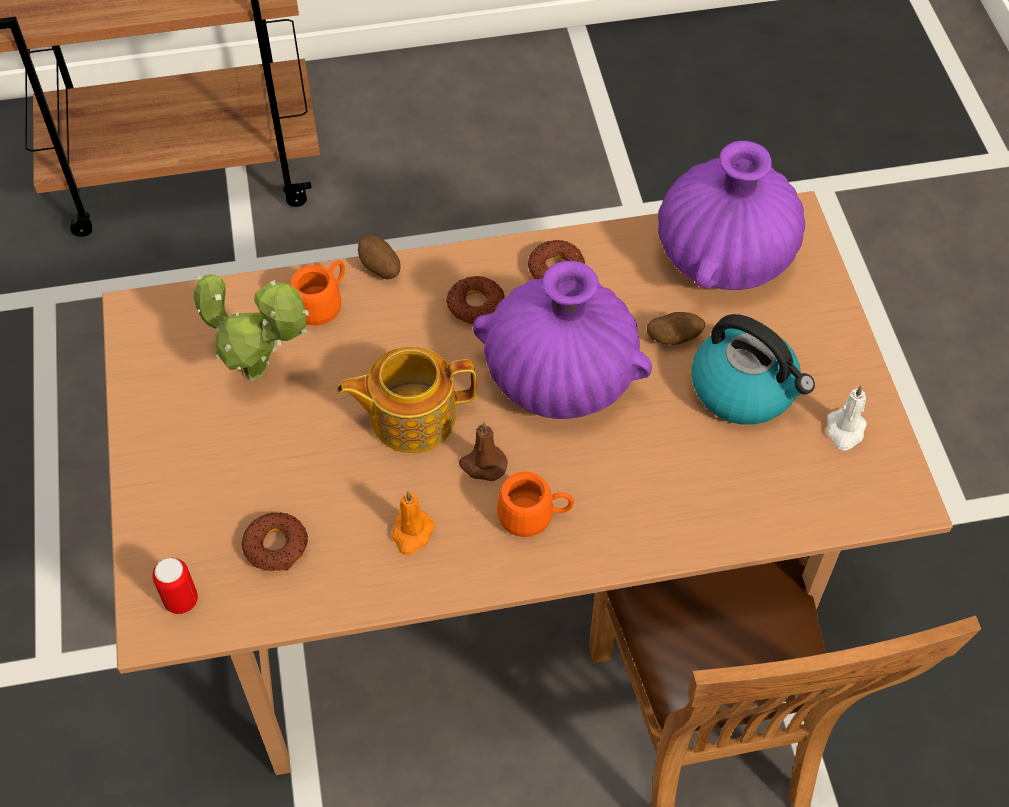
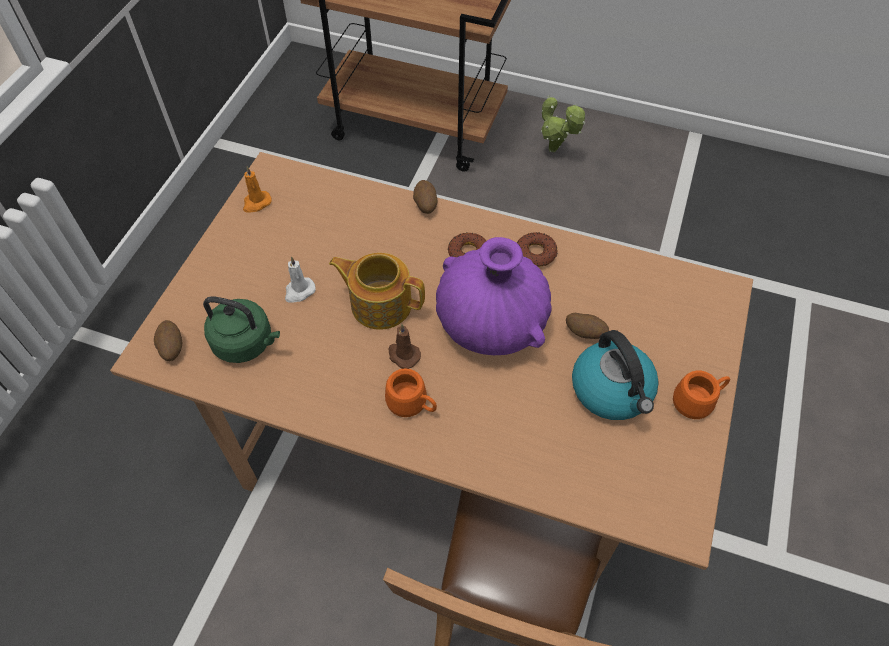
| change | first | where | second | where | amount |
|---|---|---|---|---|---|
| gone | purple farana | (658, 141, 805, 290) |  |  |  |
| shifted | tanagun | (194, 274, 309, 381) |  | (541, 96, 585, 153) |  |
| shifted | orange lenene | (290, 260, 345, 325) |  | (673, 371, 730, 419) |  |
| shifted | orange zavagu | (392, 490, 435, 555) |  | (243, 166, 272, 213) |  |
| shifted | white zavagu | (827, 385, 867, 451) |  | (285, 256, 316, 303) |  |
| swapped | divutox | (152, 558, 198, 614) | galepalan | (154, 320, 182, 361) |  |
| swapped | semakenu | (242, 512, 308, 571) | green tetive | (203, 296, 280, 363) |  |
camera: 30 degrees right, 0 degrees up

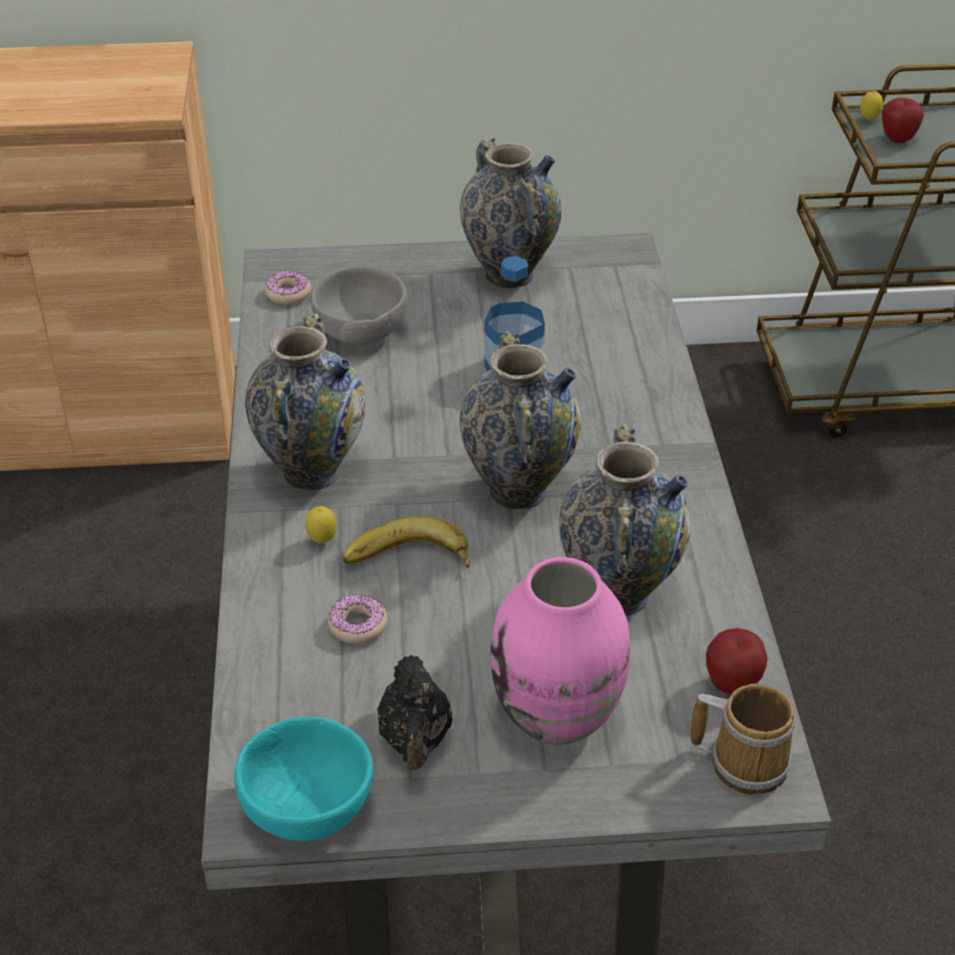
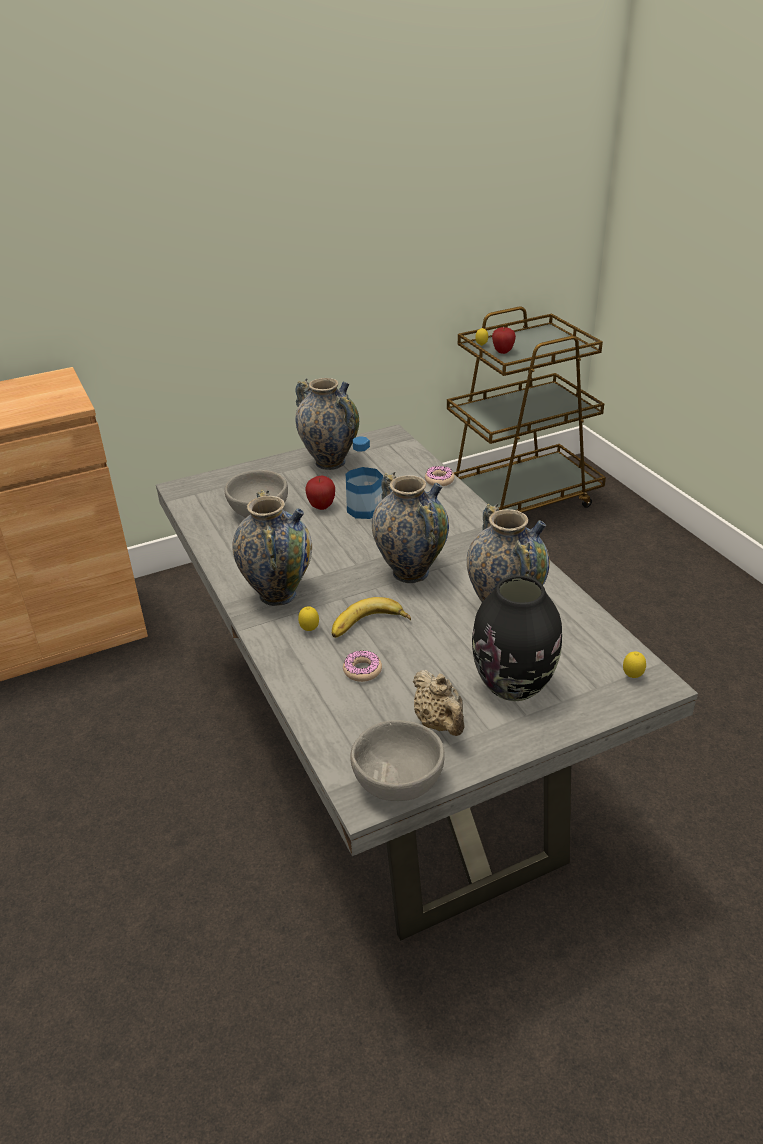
| change | first | where | second | where | amount |
|---|---|---|---|---|---|
| shifted | semakenu | (265, 270, 311, 305) |  | (425, 466, 455, 486) |  |
| shifted | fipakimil | (706, 628, 768, 695) |  | (305, 476, 335, 510) |  |
| swapped | lenene | (691, 684, 795, 795) | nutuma | (623, 651, 646, 678) |  |
| repainted | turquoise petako | (234, 716, 373, 841) | grey petako | (350, 720, 445, 801) |  |
| repainted | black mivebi | (377, 655, 452, 770) | beige mivebi | (413, 670, 465, 736) |  |
| repainted | pink farana | (490, 557, 630, 745) | black farana | (472, 575, 562, 701) |  |
camera: 20 degrees left, 5 degrees down

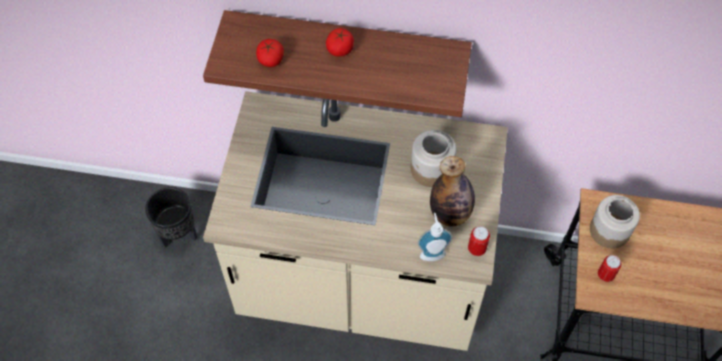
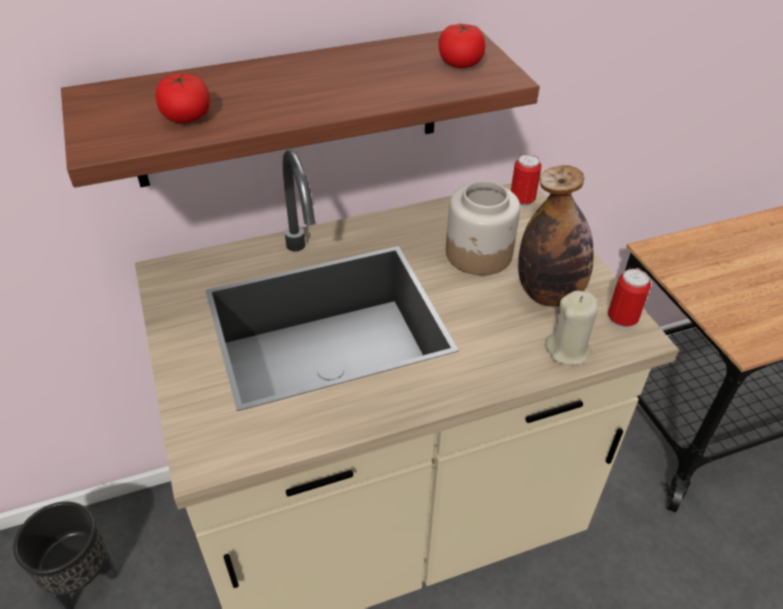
| change | first | where | second | where | amount |
|---|---|---|---|---|---|
| gone | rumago | (590, 195, 640, 249) |  |  |  |
| shifted | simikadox | (326, 28, 354, 57) |  | (439, 22, 485, 68) |  |
| shifted | divutox | (598, 255, 622, 282) |  | (511, 154, 542, 207) |  |
| swapped | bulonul | (418, 213, 453, 261) | beige zavagu | (545, 290, 599, 365) |  |
camera: 30 degrees left, 15 degrees down

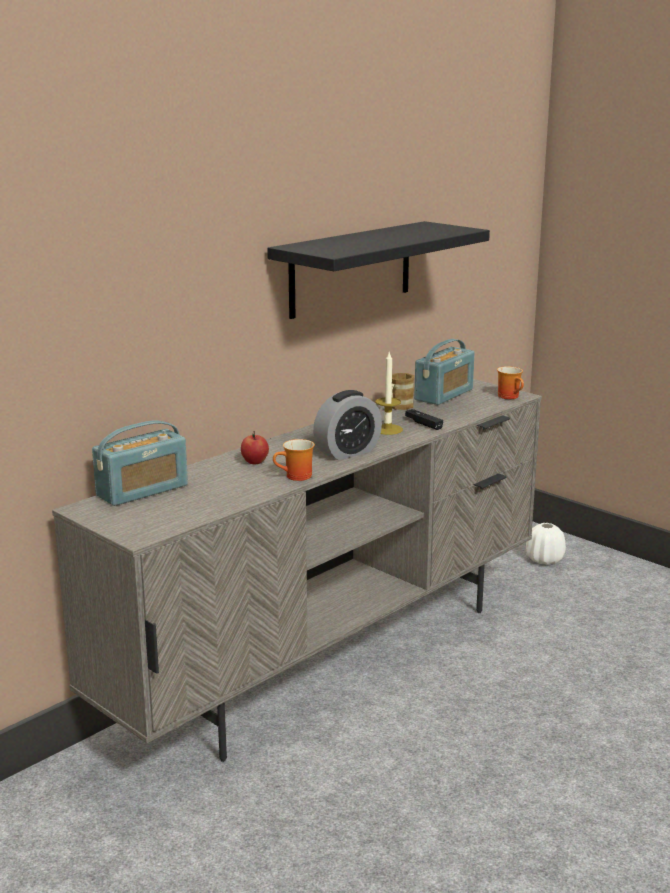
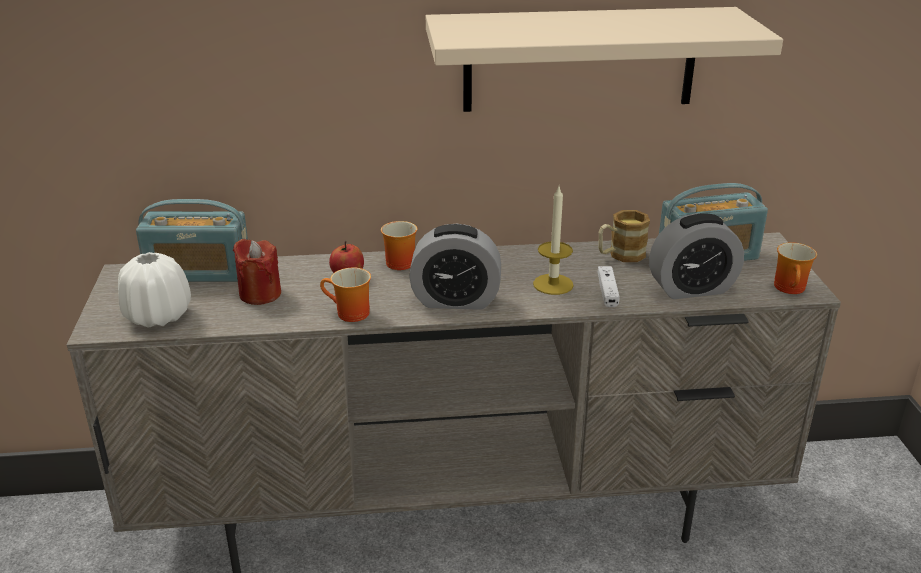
| change | first | where | second | where | amount |
|---|---|---|---|---|---|
| new |  |  | red zavagu | (233, 239, 281, 305) |  |
| new |  |  | lenene | (381, 221, 417, 270) |  |
| new |  |  | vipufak | (649, 213, 744, 299) |  |
| shifted | white farana | (526, 523, 566, 565) |  | (118, 252, 191, 328) |  |
| repainted | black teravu | (267, 221, 490, 319) | beige teravu | (426, 7, 783, 112) |  |
| repainted | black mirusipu | (405, 409, 443, 430) | white mirusipu | (597, 266, 620, 307) |  |
camera: 40 degrees right, 10 degrees up

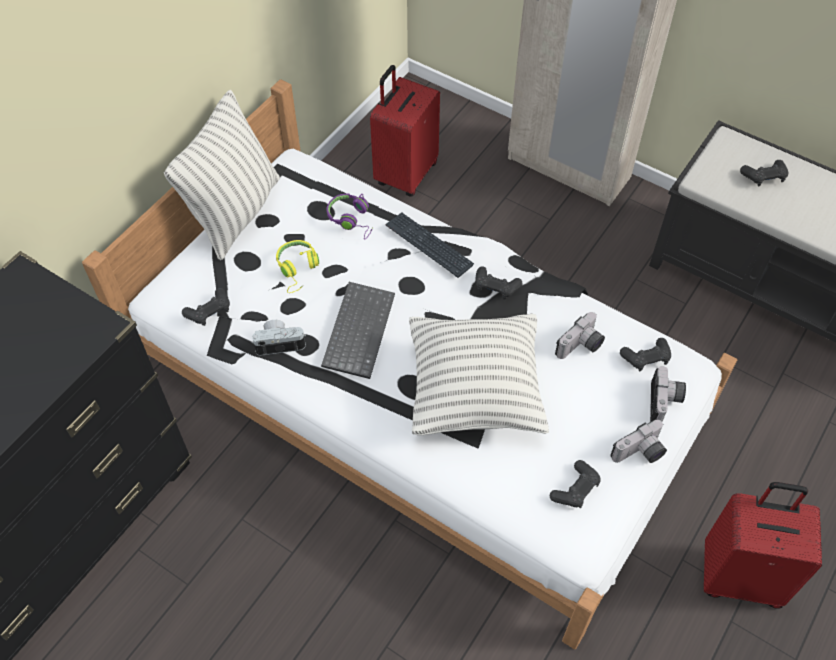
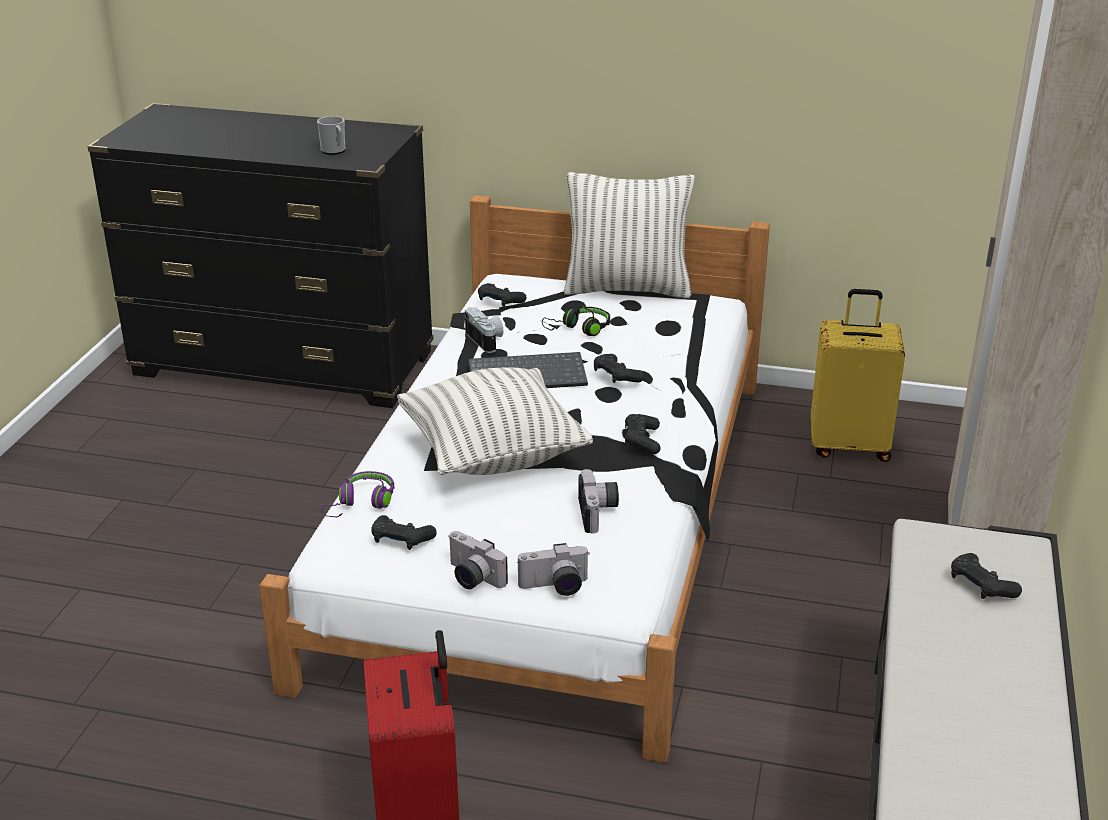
| change | first | where | second | where | amount |
|---|---|---|---|---|---|
| gone | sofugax | (385, 212, 474, 278) |  |  |  |
| new |  |  | lenene | (317, 116, 345, 155) |  |
| shifted | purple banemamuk | (326, 194, 373, 240) |  | (321, 471, 394, 517) |  |
| shifted | black mirusipu | (620, 338, 671, 371) |  | (594, 354, 644, 383) |  |
| repainted | yellow banemamuk | (276, 240, 319, 293) | black banemamuk | (542, 305, 610, 336) |  |
| repainted | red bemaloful | (370, 65, 440, 197) | yellow bemaloful | (811, 289, 905, 462) |  |
| rotated | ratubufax | (555, 312, 605, 359) |  | (578, 469, 619, 533) | 120 degrees counterclockwise |
camera: 70 degrees right, 25 degrees down

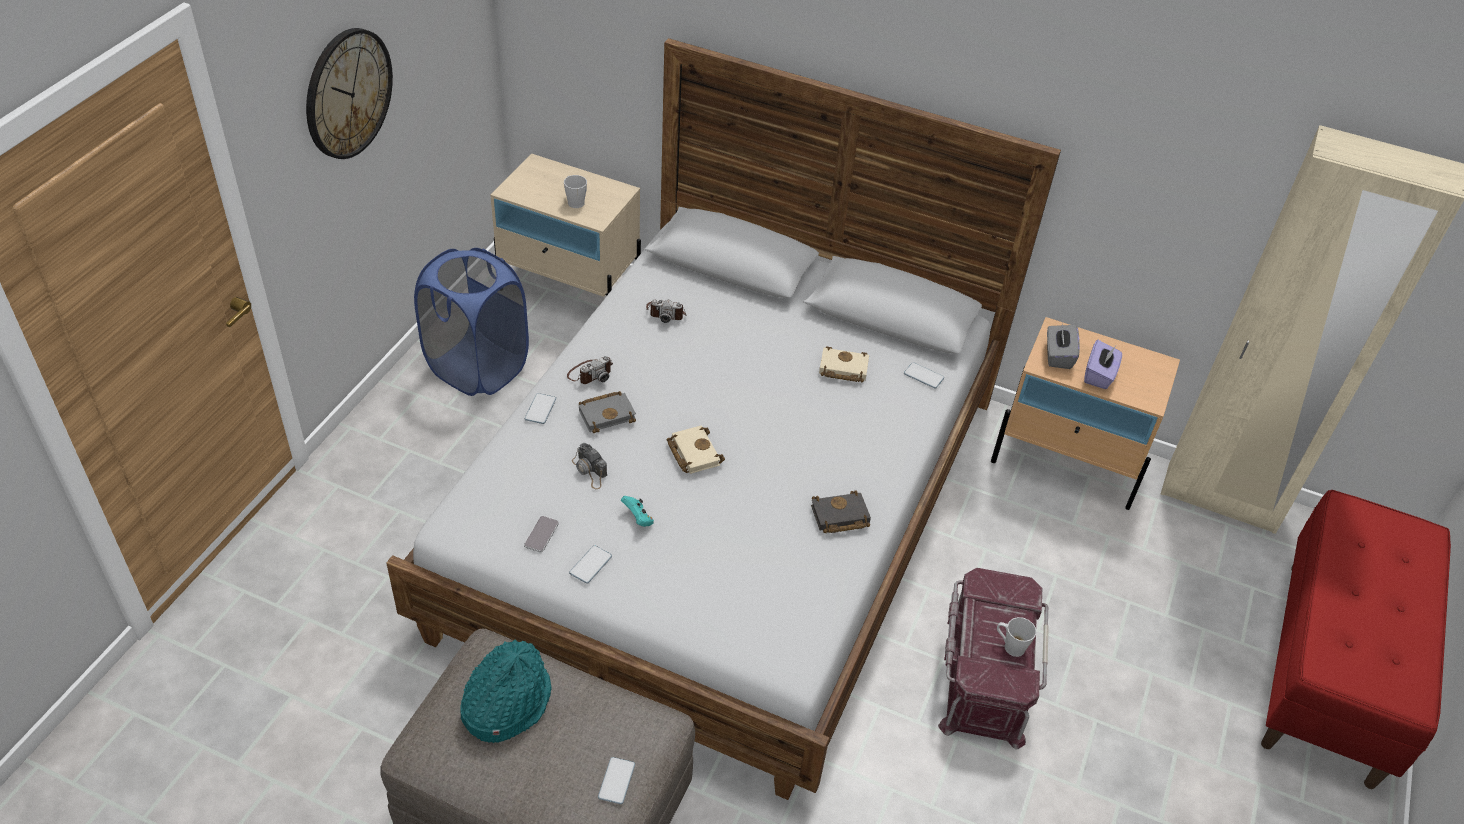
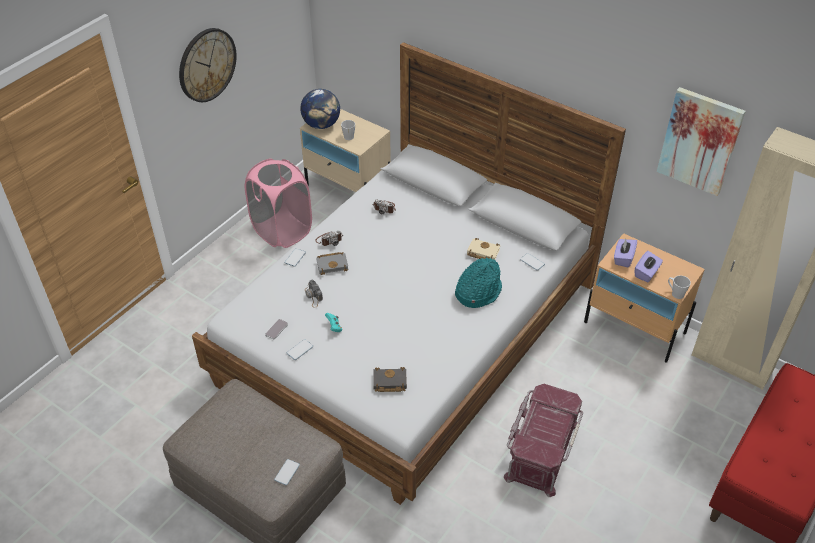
| change | first | where | second | where | amount |
|---|---|---|---|---|---|
| gone | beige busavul | (667, 425, 725, 474) |  |  |  |
| new |  |  | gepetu | (300, 89, 340, 129) |  |
| new |  |  | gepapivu | (657, 87, 746, 196) |  |
| shifted | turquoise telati | (460, 640, 552, 743) |  | (455, 258, 502, 308) |  |
| shifted | black busavul | (811, 490, 871, 533) |  | (373, 367, 407, 392) |  |
| shifted | grey lenene | (997, 617, 1037, 657) |  | (668, 275, 691, 299) |  |
| repainted | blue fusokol | (414, 248, 529, 396) | pink fusokol | (245, 159, 312, 248) |  |
| repainted | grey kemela | (1047, 323, 1080, 369) | purple kemela | (614, 238, 637, 267) |  |
camera: 15 degrees right, 0 degrees up

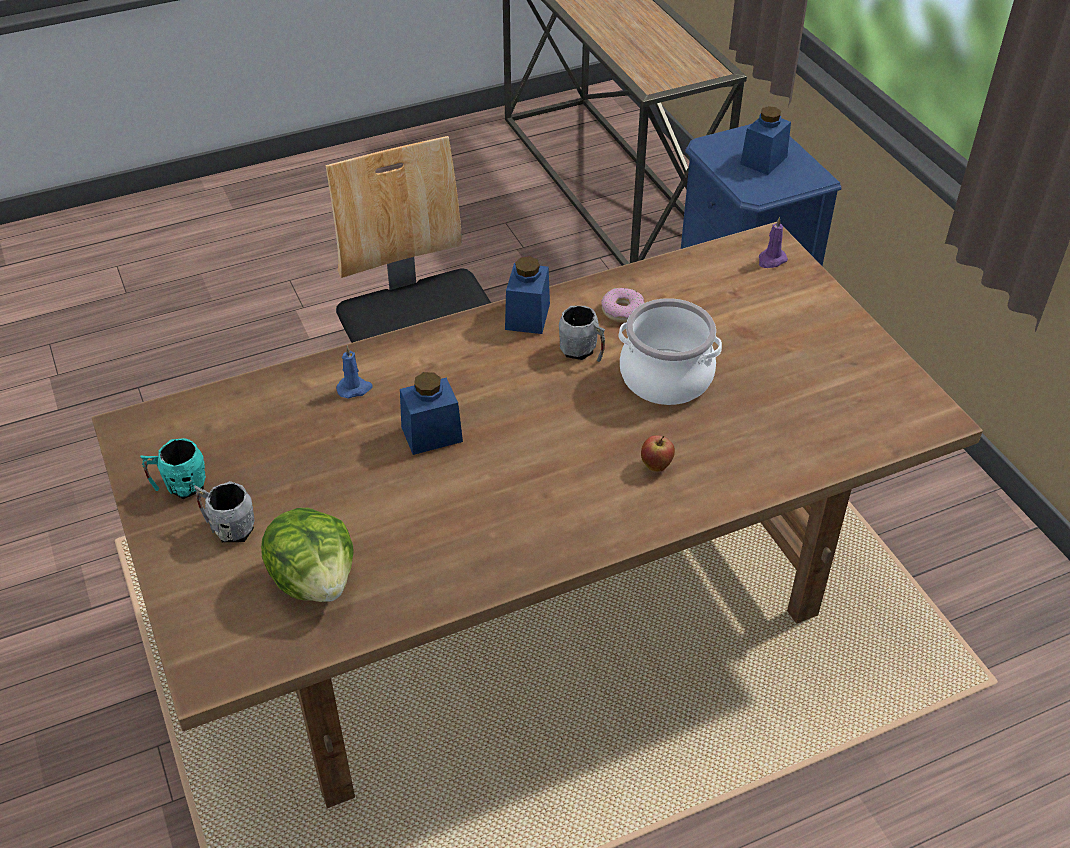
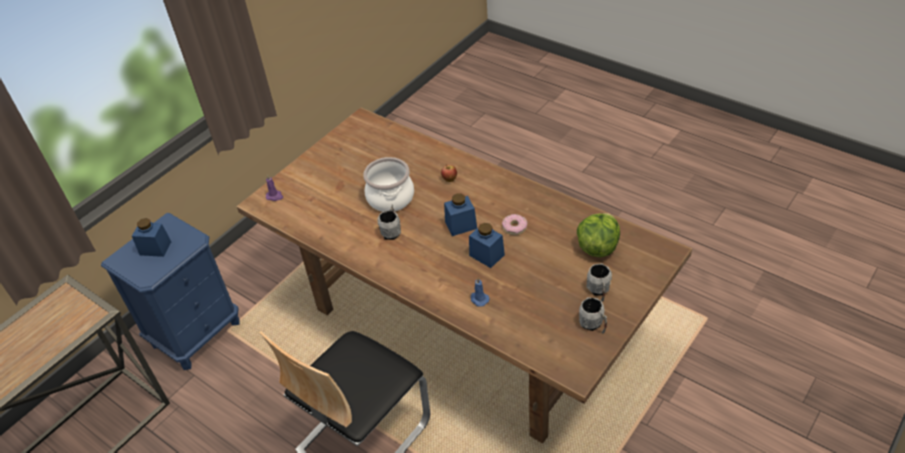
| change | first | where | second | where | amount |
|---|---|---|---|---|---|
| shifted | blue rumago | (505, 256, 550, 334) |  | (444, 194, 477, 236) |  |
| shifted | semakenu | (601, 288, 644, 323) |  | (502, 214, 528, 235) |  |
| repainted | turquoise lenene | (140, 438, 206, 499) | grey lenene | (579, 297, 607, 334) |  |
camera: 115 degrees left, 0 degrees up

